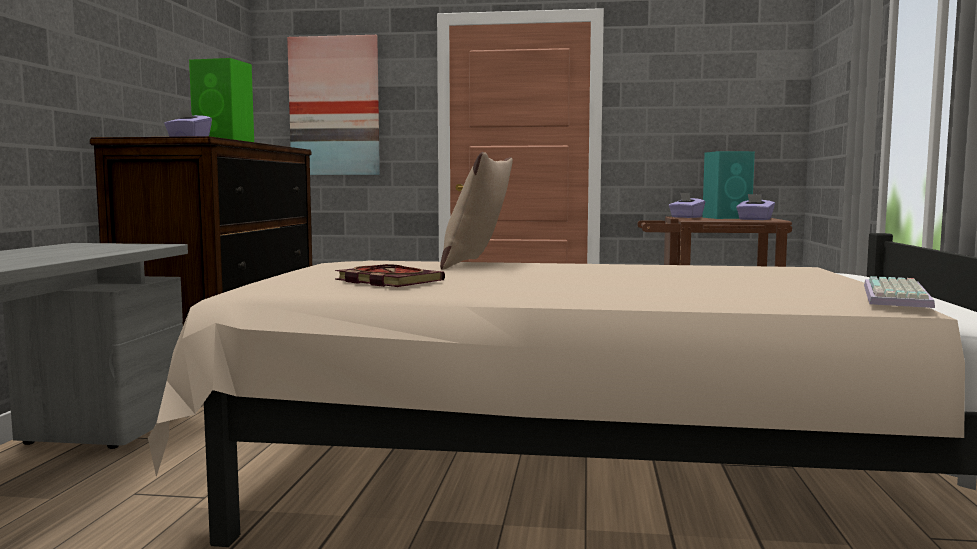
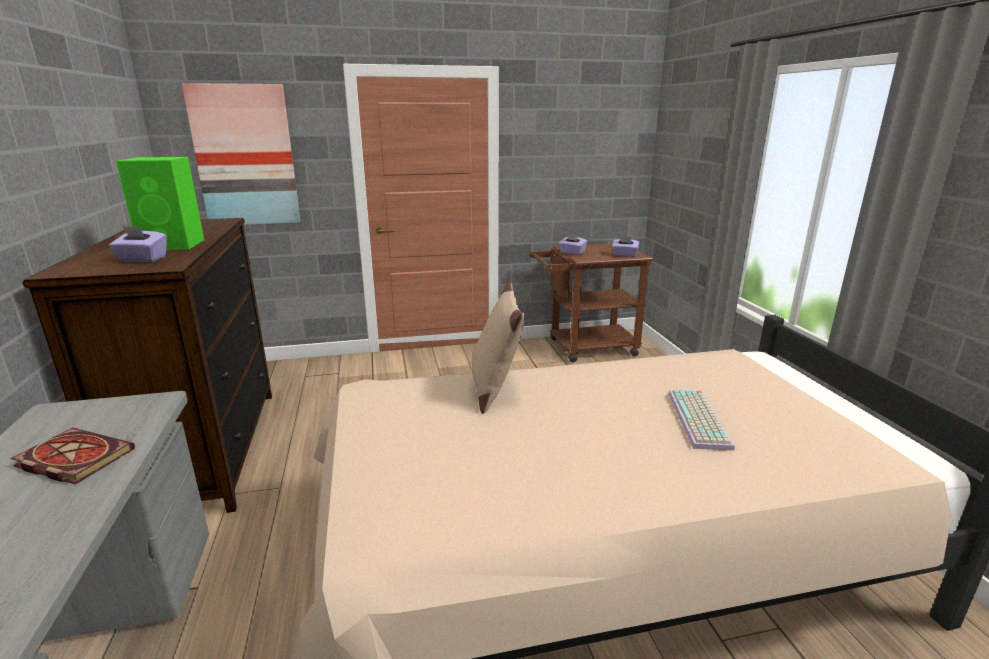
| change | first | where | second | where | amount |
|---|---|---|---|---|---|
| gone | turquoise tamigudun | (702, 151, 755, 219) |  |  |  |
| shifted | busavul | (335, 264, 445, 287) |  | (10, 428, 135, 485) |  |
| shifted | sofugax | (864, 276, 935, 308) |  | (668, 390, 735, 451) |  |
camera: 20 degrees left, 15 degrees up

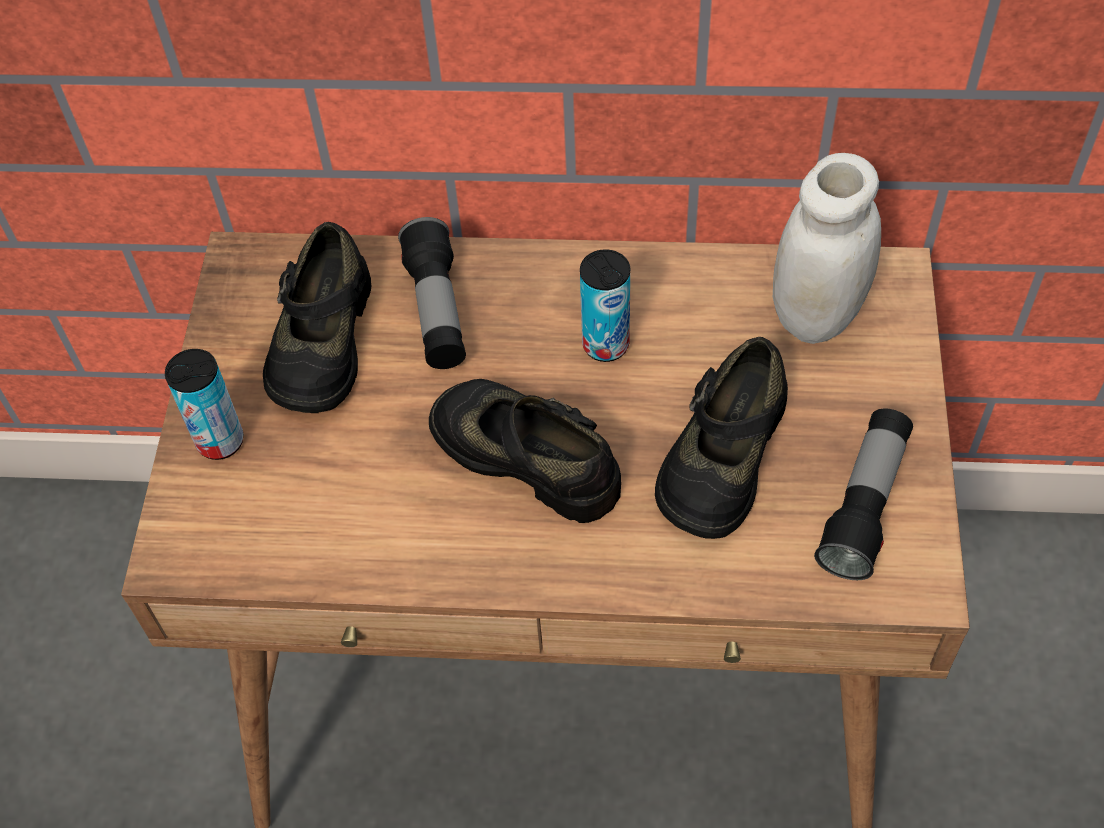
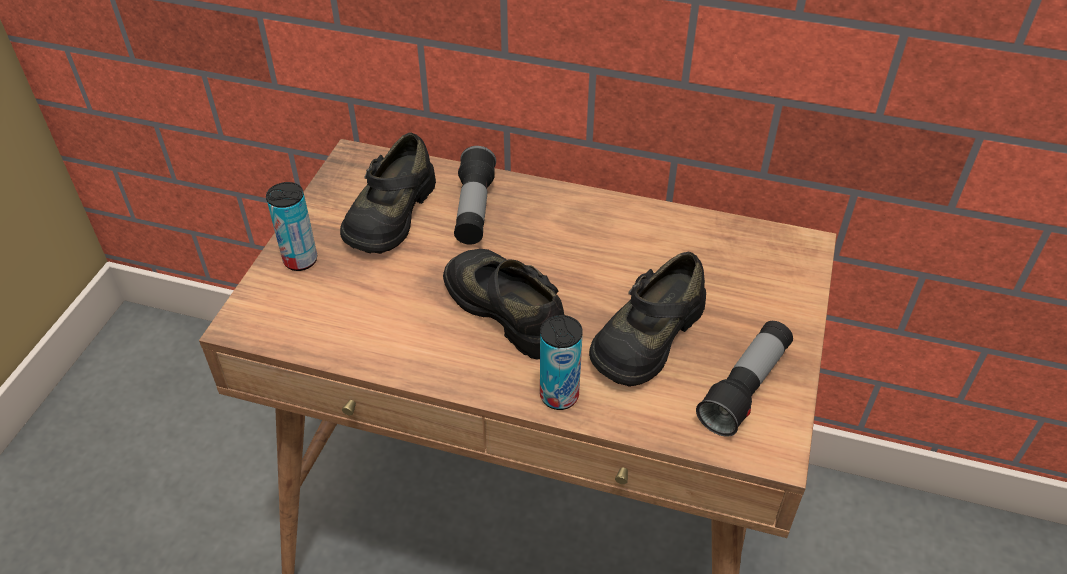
| change | first | where | second | where | amount |
|---|---|---|---|---|---|
| gone | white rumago | (773, 153, 881, 344) |  |  |  |
| shifted | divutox | (580, 249, 630, 362) |  | (540, 315, 583, 410) |  |
camera: 10 degrees right, 10 degrees down

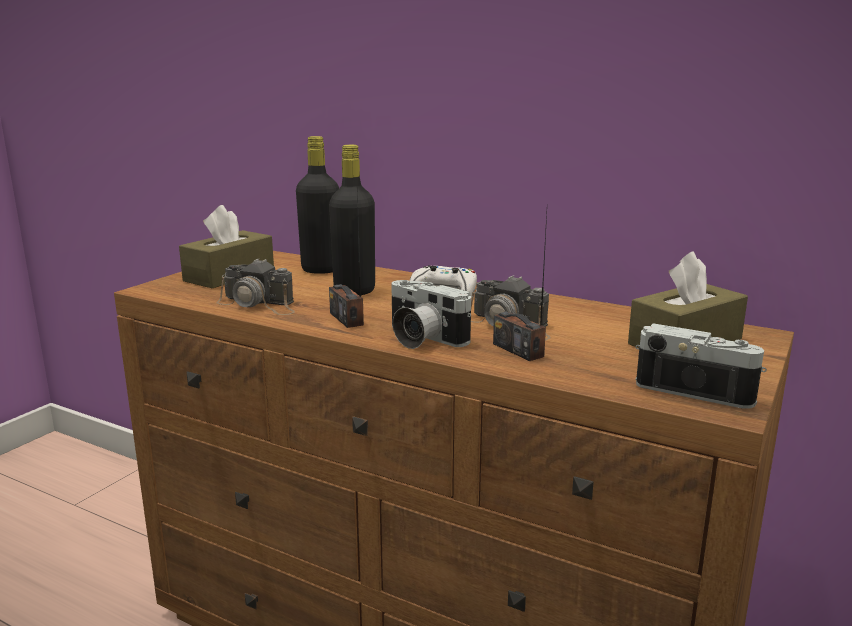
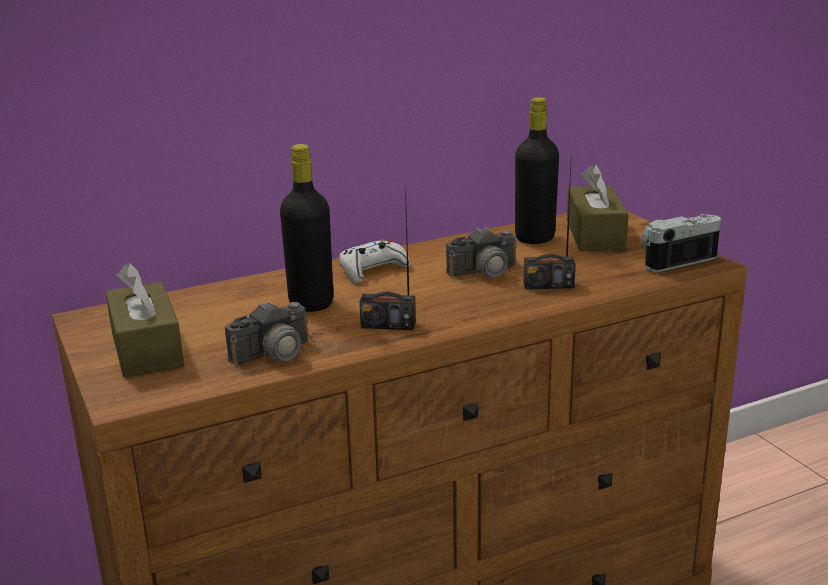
| change | first | where | second | where | amount |
|---|---|---|---|---|---|
| gone | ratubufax | (391, 280, 471, 349) |  |  |  |
| shifted | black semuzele | (296, 136, 339, 274) |  | (515, 97, 559, 244) |  |
camera: 55 degrees left, 5 degrees up

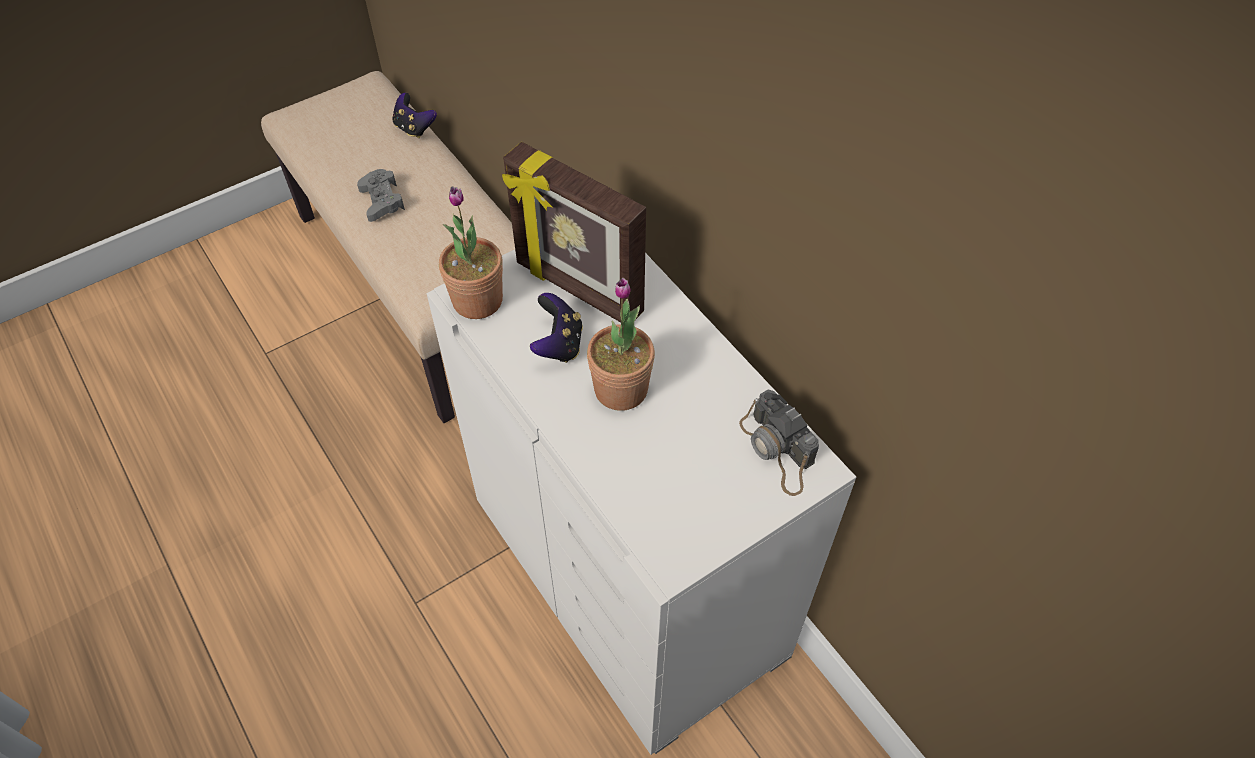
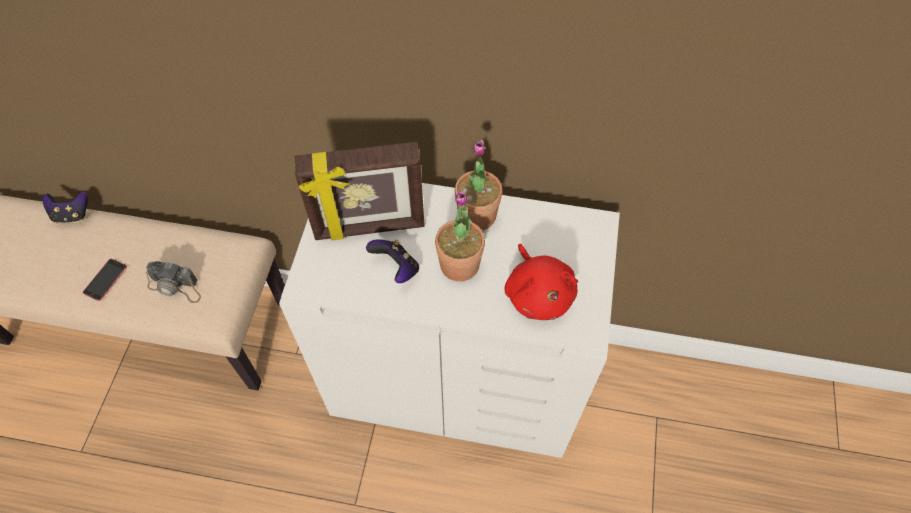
| change | first | where | second | where | amount |
|---|---|---|---|---|---|
| new |  |  | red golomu | (504, 244, 578, 320) |  |
| shifted | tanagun | (439, 186, 503, 319) |  | (455, 140, 502, 230) |  |
| shifted | ratubufax | (739, 389, 819, 496) |  | (146, 261, 201, 303) |  |
| swapped | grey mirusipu | (357, 169, 405, 222) | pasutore | (83, 259, 127, 301) |  |
camera: 45 degrees left, 5 degrees up

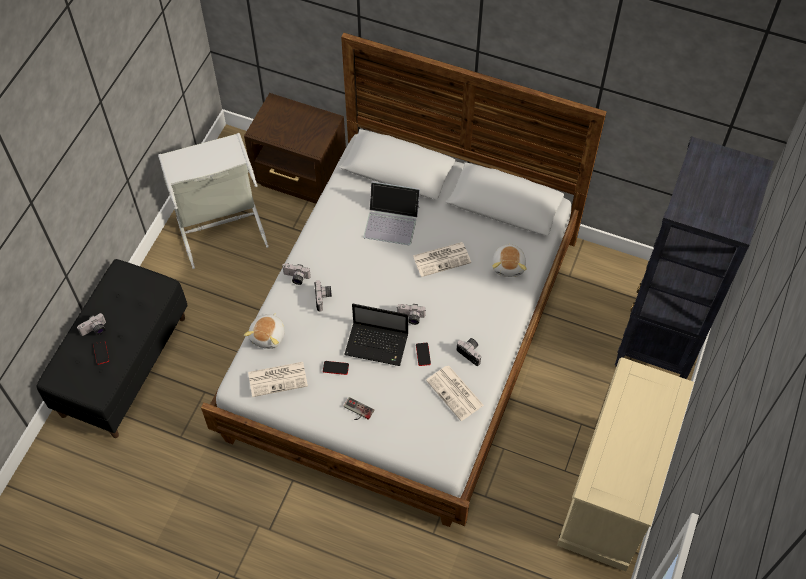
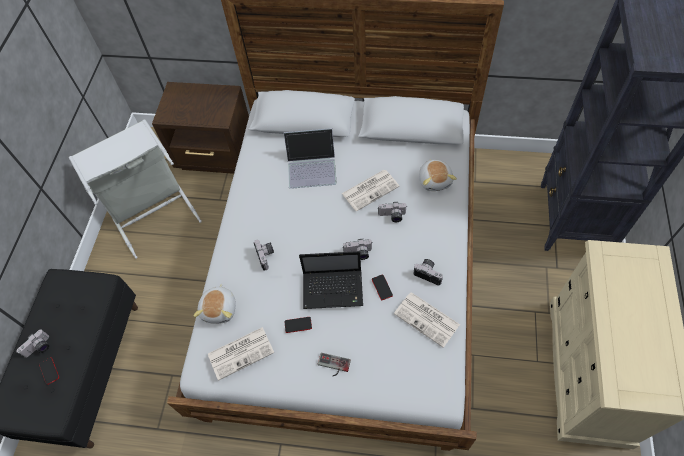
| change | first | where | second | where | amount |
|---|---|---|---|---|---|
| shifted | ratubufax | (282, 263, 311, 285) |  | (378, 202, 407, 222) |  |
camera: 10 degrees left, 0 degrees up

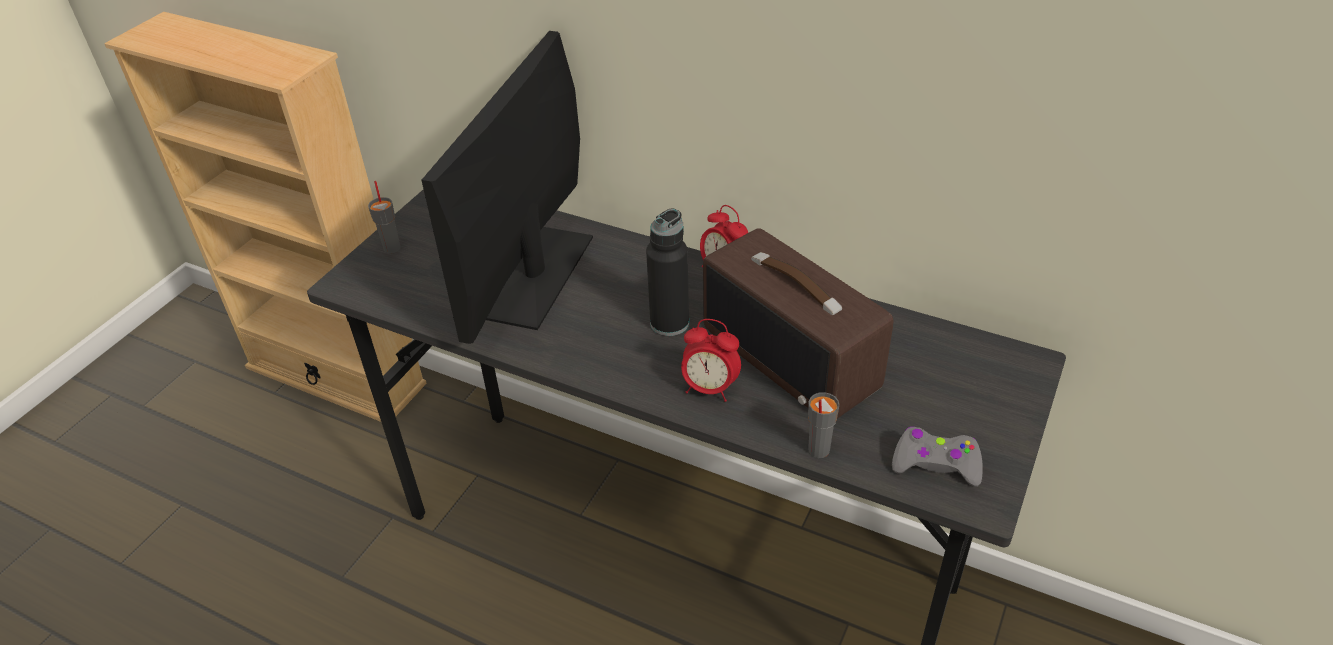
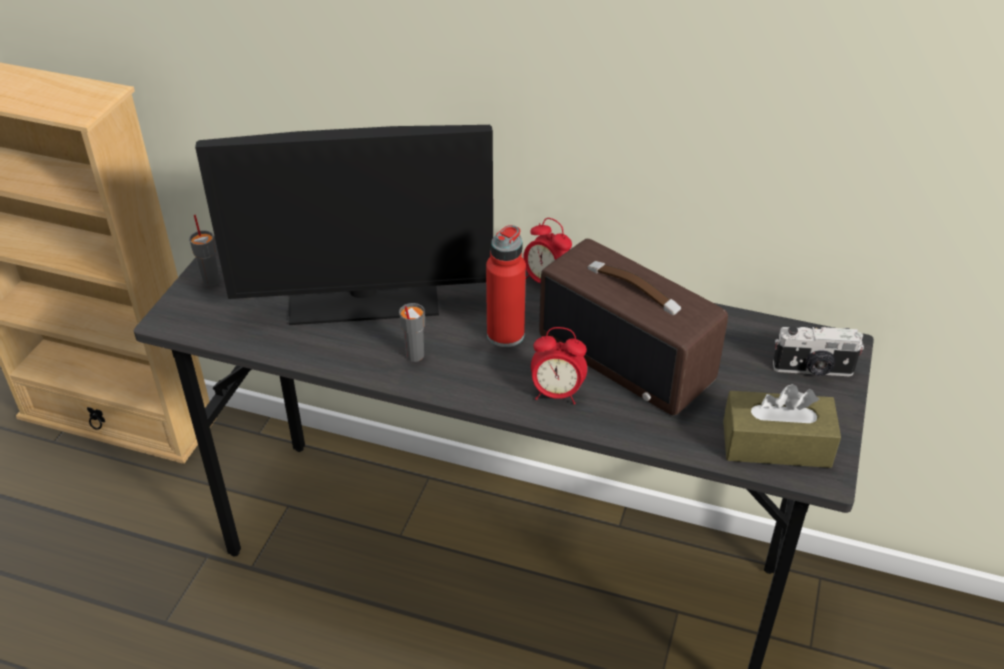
| change | first | where | second | where | amount |
|---|---|---|---|---|---|
| new |  |  | ratubufax | (773, 326, 864, 376) |  |
| shifted | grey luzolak | (808, 392, 840, 458) |  | (399, 303, 425, 362) |  |
| swapped | grey mirusipu | (892, 427, 983, 487) | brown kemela | (723, 384, 841, 468) |  |
| repainted | black semuzele | (646, 208, 689, 336) | red semuzele | (486, 225, 526, 347) |  |
| rotated | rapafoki | (422, 31, 593, 344) |  | (195, 125, 493, 325) | 105 degrees counterclockwise |
camera: 10 degrees left, 0 degrees up

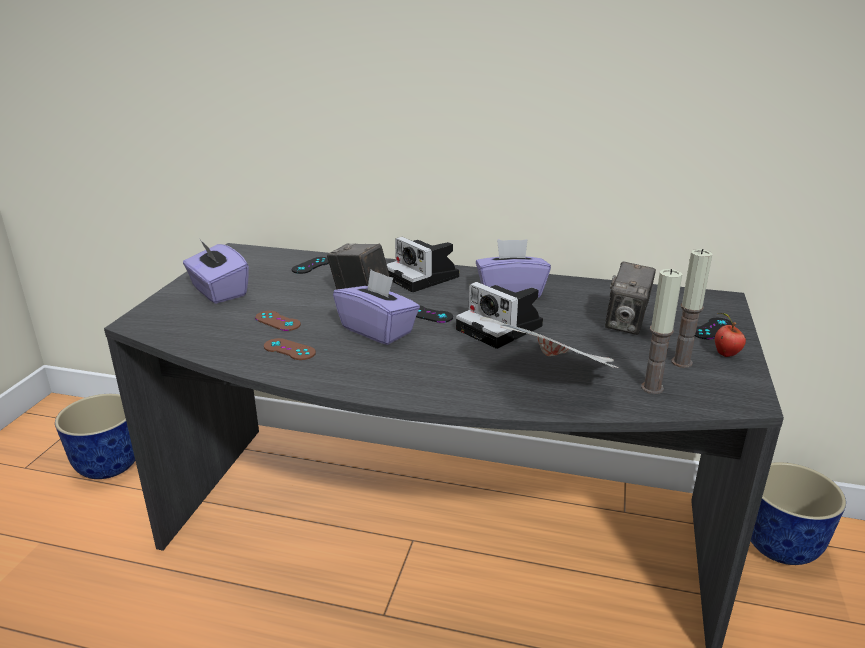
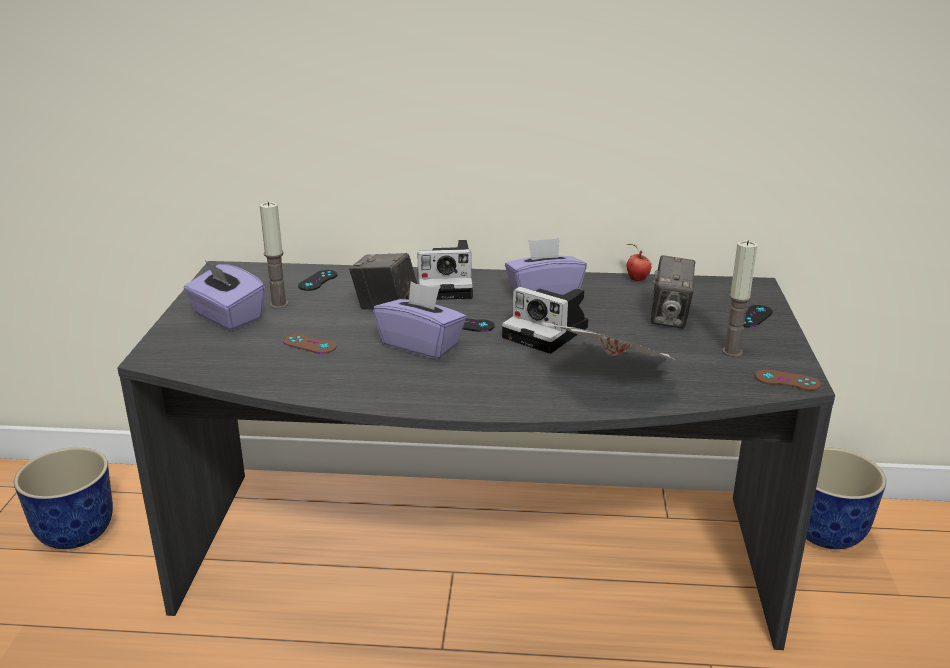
| change | first | where | second | where | amount |
|---|---|---|---|---|---|
| shifted | brown mirusipu | (264, 338, 316, 360) |  | (755, 370, 821, 391) |  |
| shifted | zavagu | (641, 269, 682, 394) |  | (260, 202, 288, 309) |  |
| shifted | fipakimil | (715, 313, 746, 357) |  | (627, 244, 651, 281) |  |
| rotated | ratubufax | (387, 237, 459, 292) |  | (417, 240, 473, 300) | 45 degrees counterclockwise |
camera: 10 degrees left, 0 degrees up

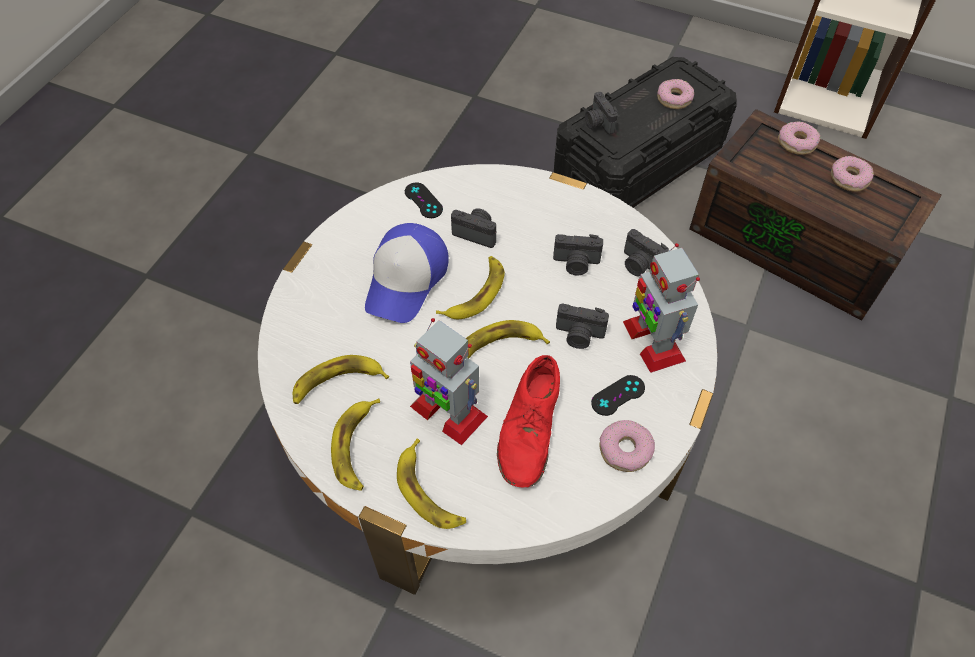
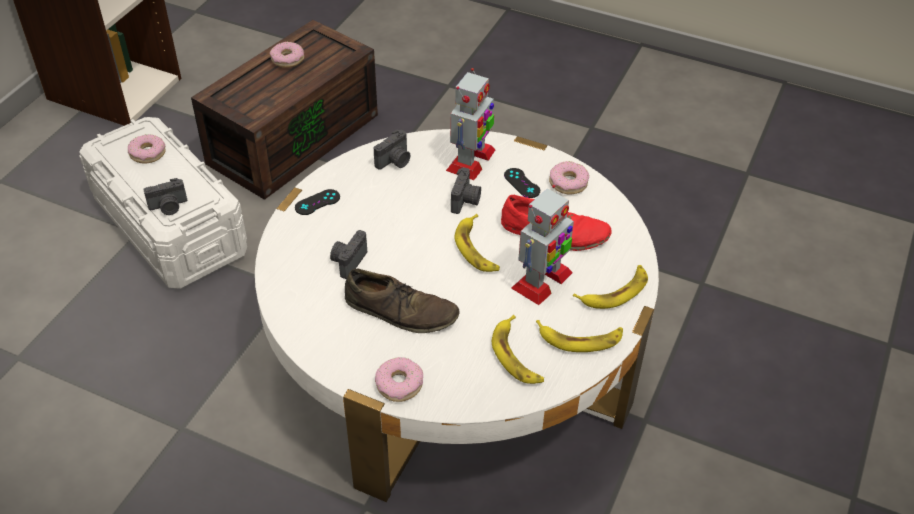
| change | first | where | second | where | amount |
|---|---|---|---|---|---|
| gone | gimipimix | (436, 256, 505, 319) |  |  |  |
| gone | ratubufax | (553, 234, 603, 275) |  |  |  |
| shifted | black mirusipu | (405, 183, 443, 218) |  | (295, 189, 340, 215) |  |
| shifted | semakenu | (778, 121, 820, 155) |  | (375, 357, 423, 402) |  |
| swapped | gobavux | (365, 223, 449, 323) | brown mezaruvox | (345, 269, 460, 333) |  |
| repainted | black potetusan | (554, 57, 737, 208) | white potetusan | (79, 117, 247, 289) |  |
| rotated | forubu | (623, 243, 700, 373) |  | (446, 68, 495, 180) | 45 degrees counterclockwise |
camera: 90 degrees left, 10 degrees down

